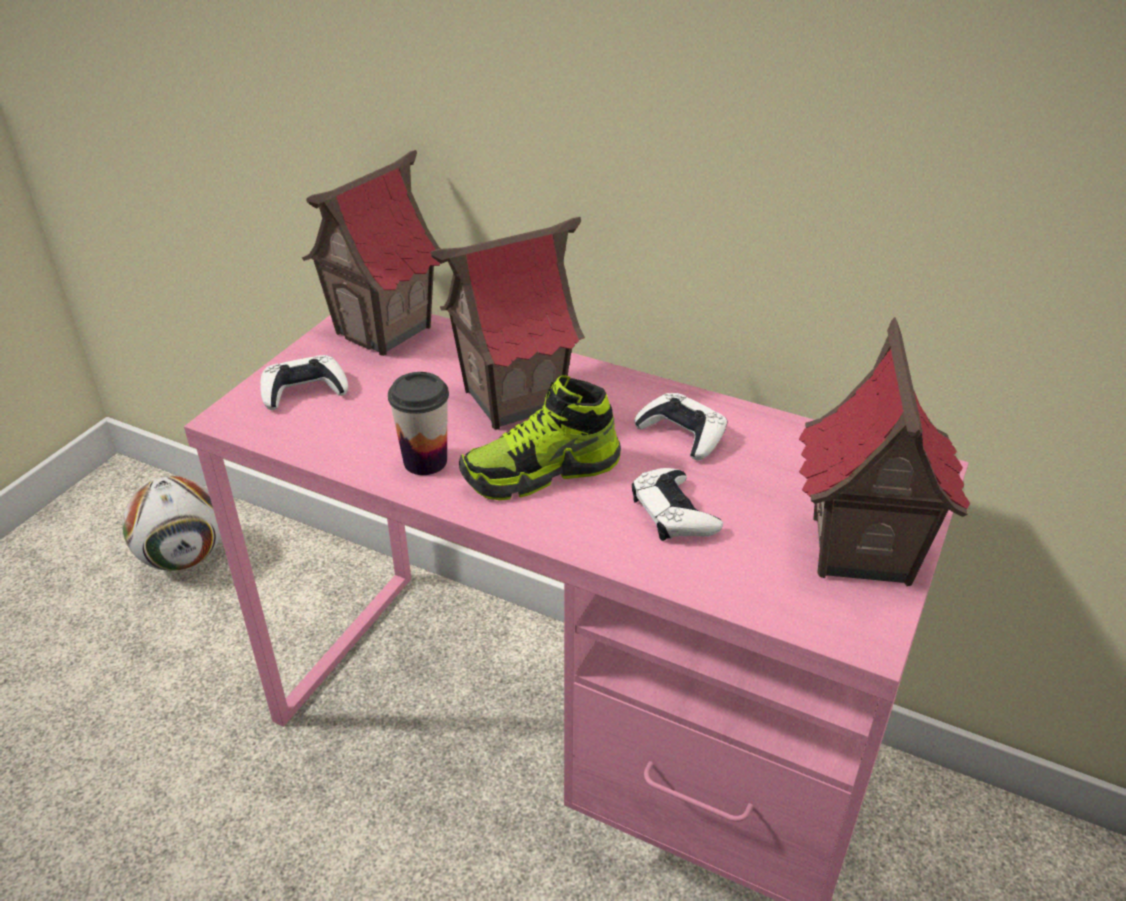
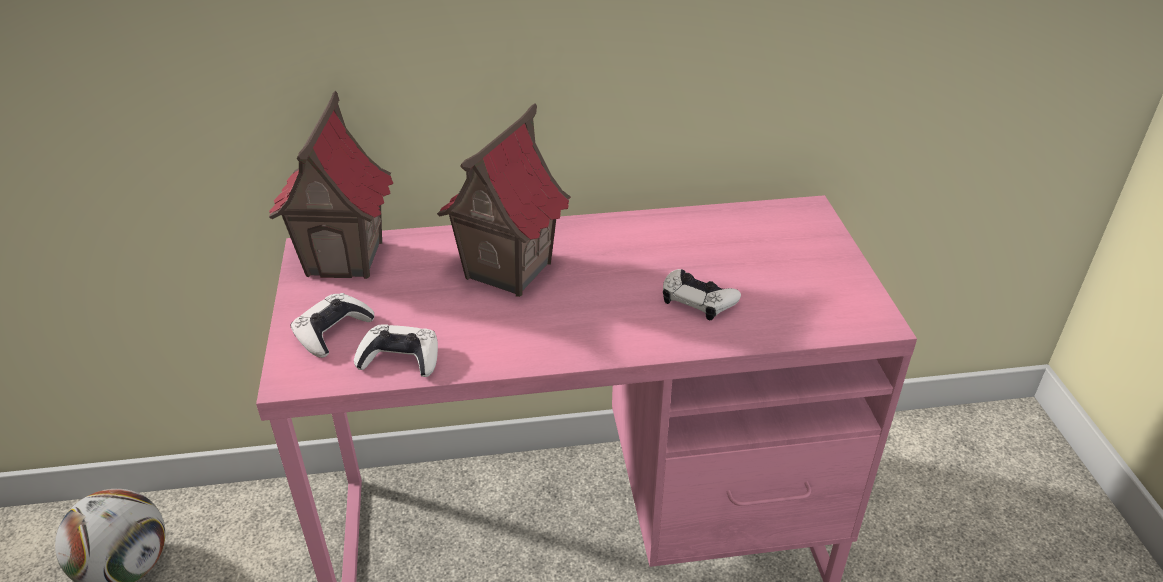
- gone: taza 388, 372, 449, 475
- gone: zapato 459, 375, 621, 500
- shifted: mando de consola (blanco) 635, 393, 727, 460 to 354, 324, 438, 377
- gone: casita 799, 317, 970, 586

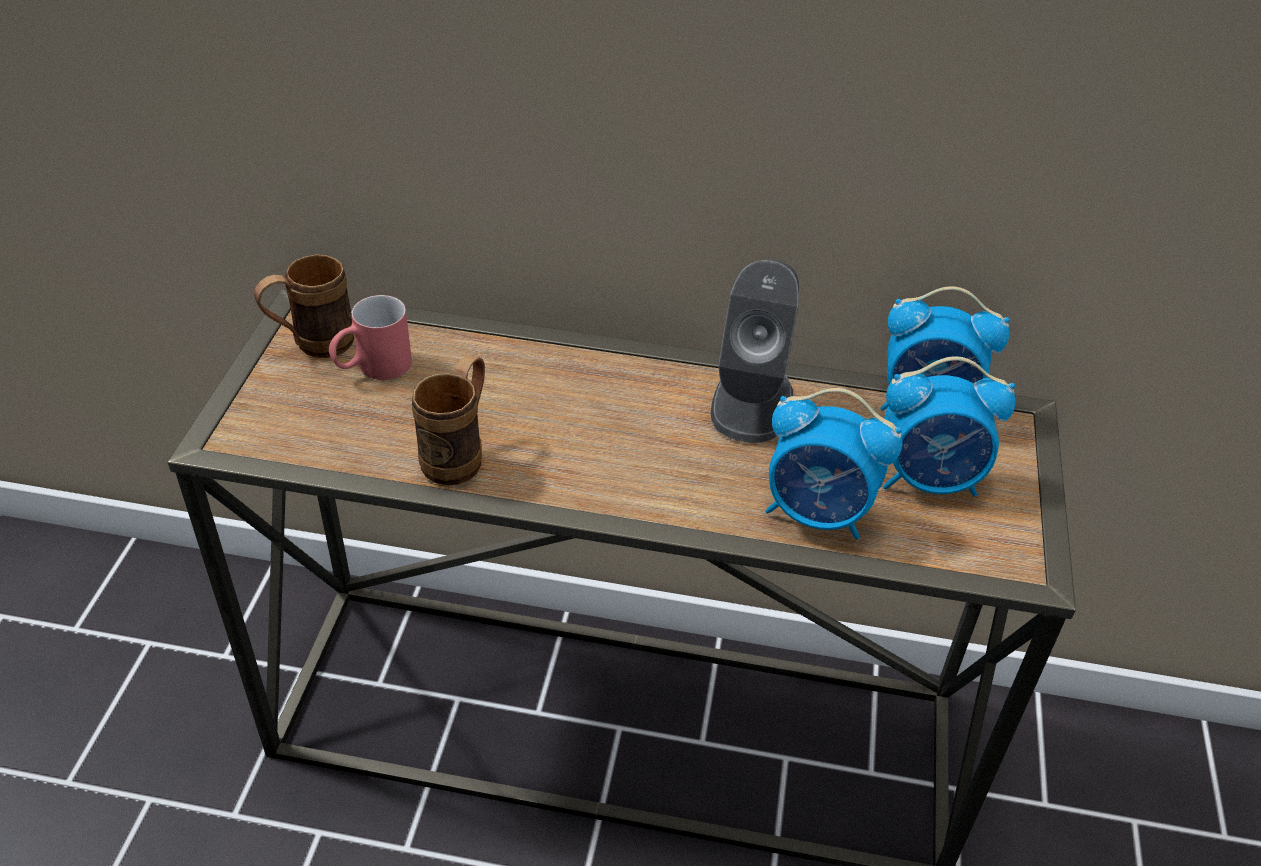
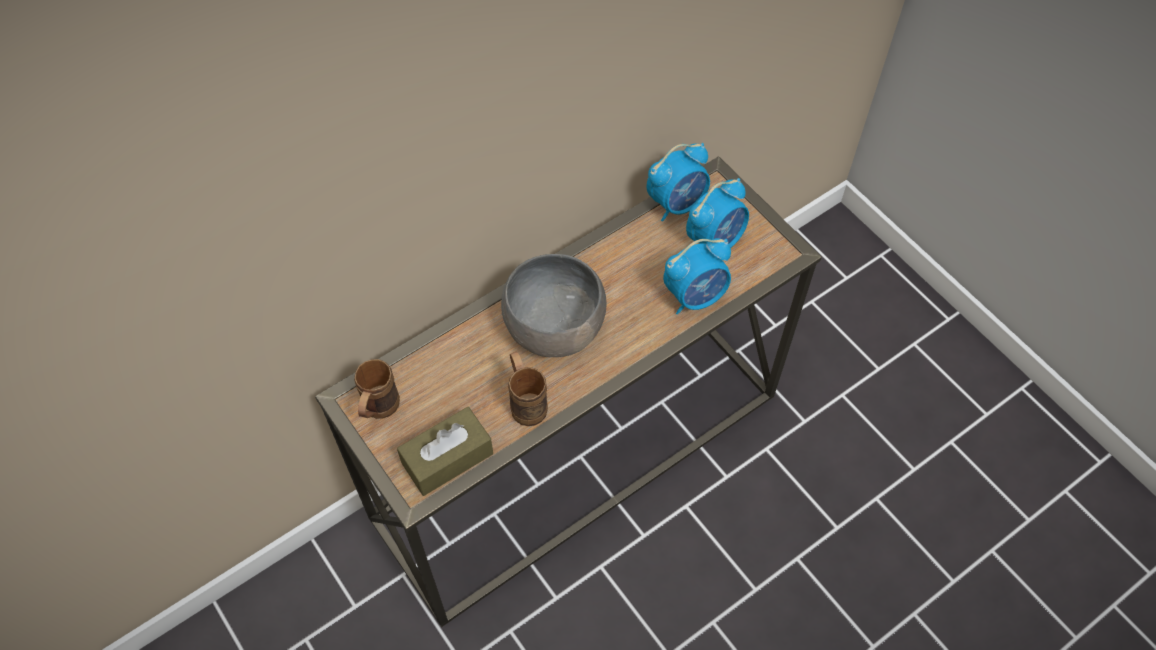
- gone: taza grande (rojo) 329, 295, 412, 380
- gone: altavoz (gris) 711, 260, 799, 443
- new: caja de pañuelos (marrón) 397, 407, 493, 496
- new: cuenco (gris) 501, 254, 606, 357

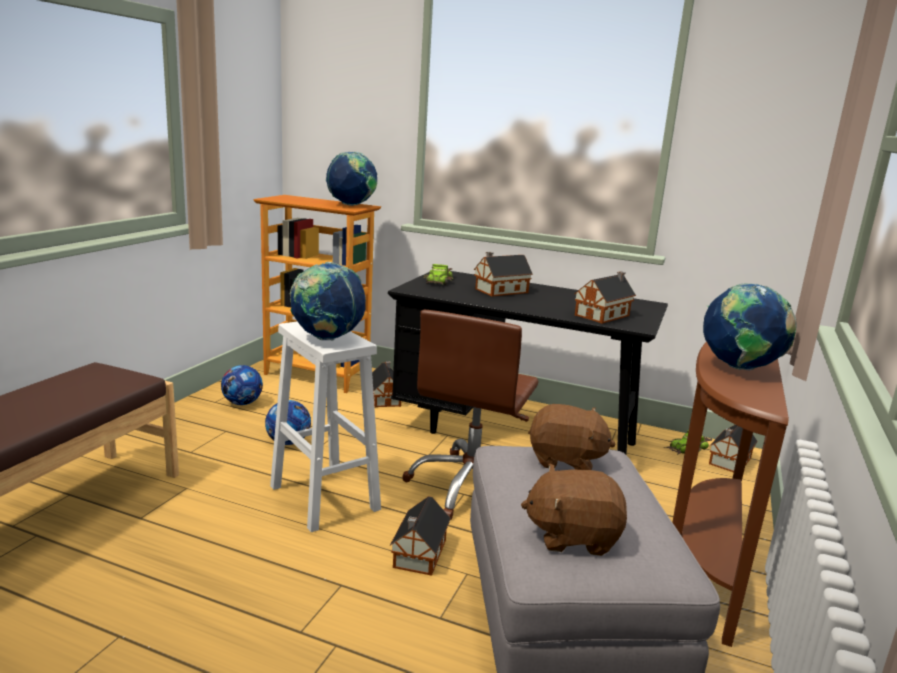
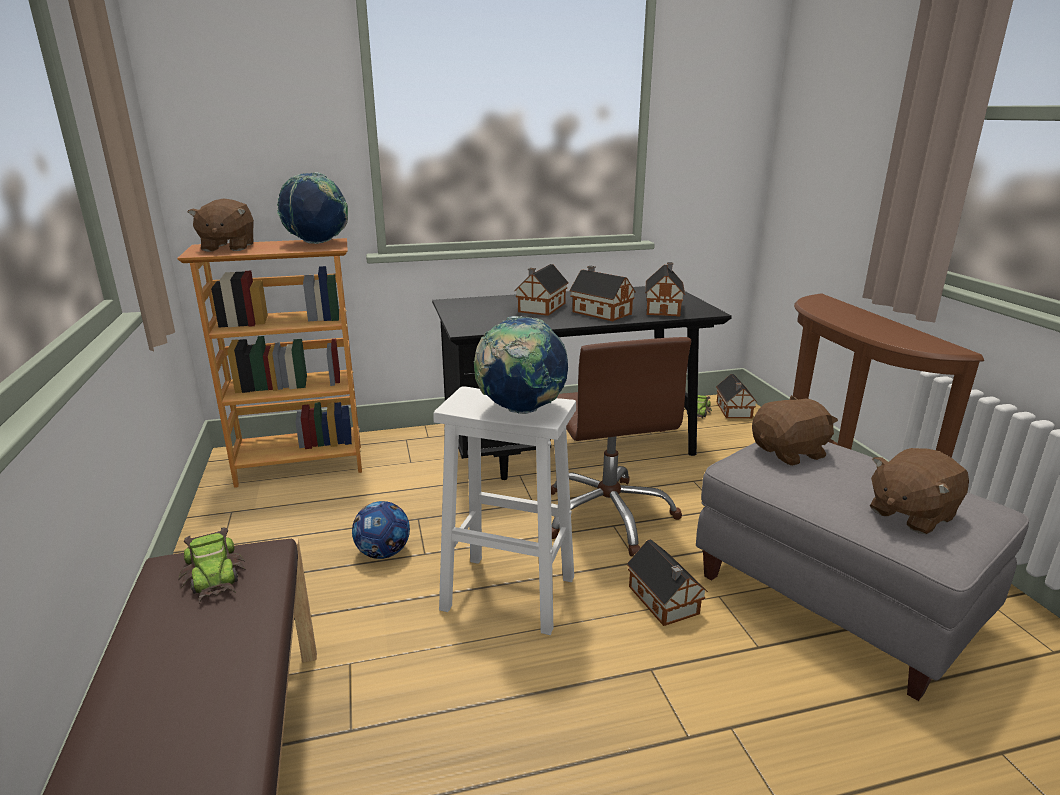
- gone: balón de fútbol 221, 365, 263, 405
- shifted: casita 372, 361, 401, 407 to 569, 266, 636, 321
- shifted: coche de juguete 422, 264, 453, 285 to 178, 528, 246, 603
- gone: globo terráqueo 703, 283, 797, 370
- new: peluche (marrón) 188, 198, 254, 252

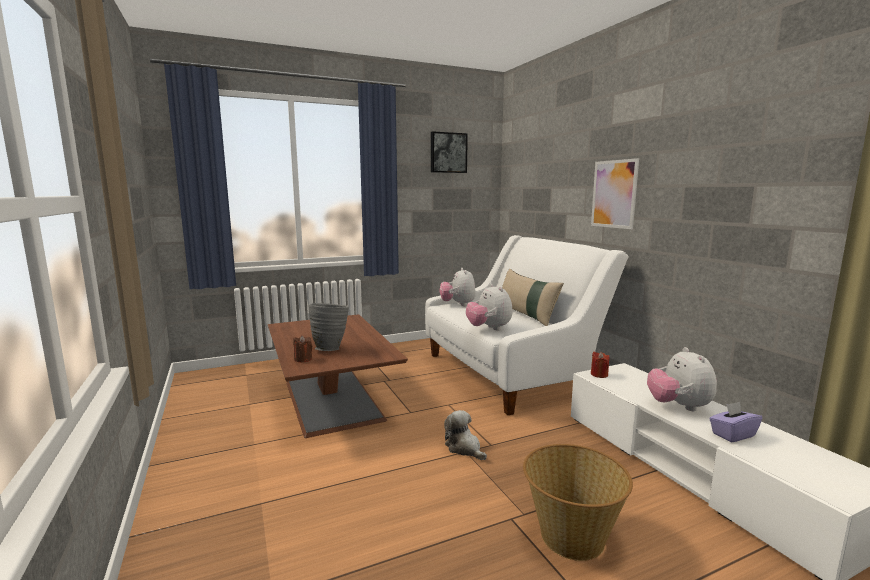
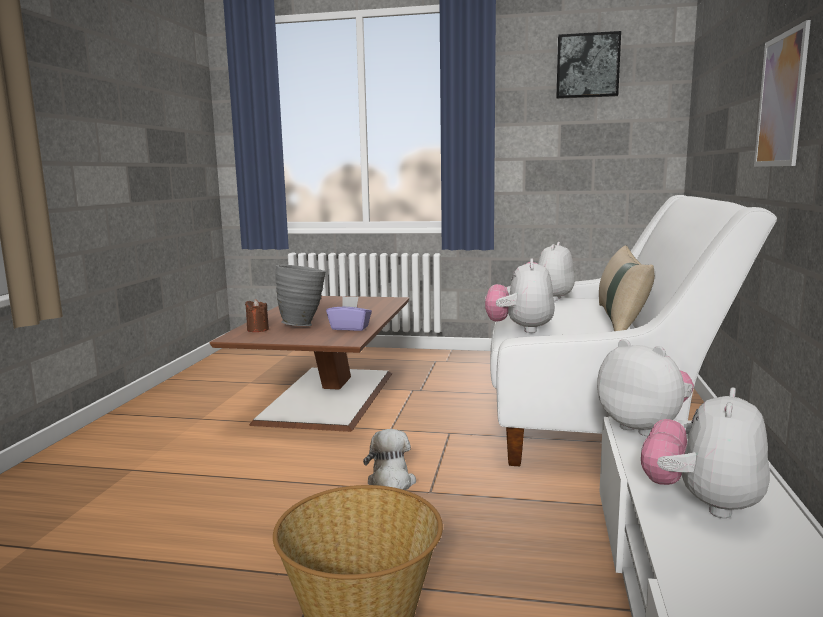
- swapped: vela (rojo) 591, 352, 609, 378 to peluche 597, 339, 694, 436
- shifted: caja de pañuelos (morado) 709, 402, 762, 442 to 326, 296, 372, 331

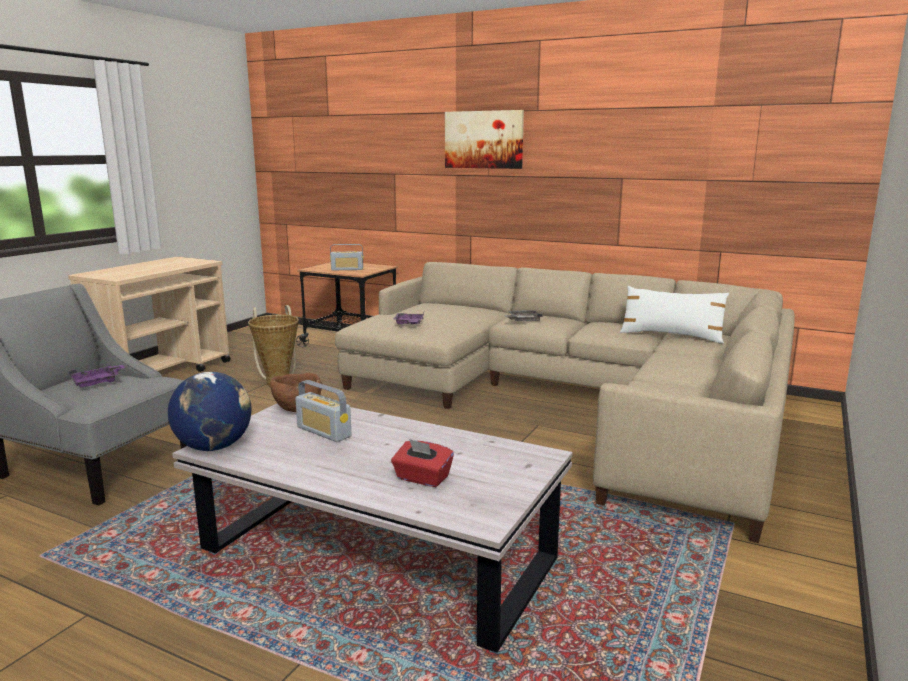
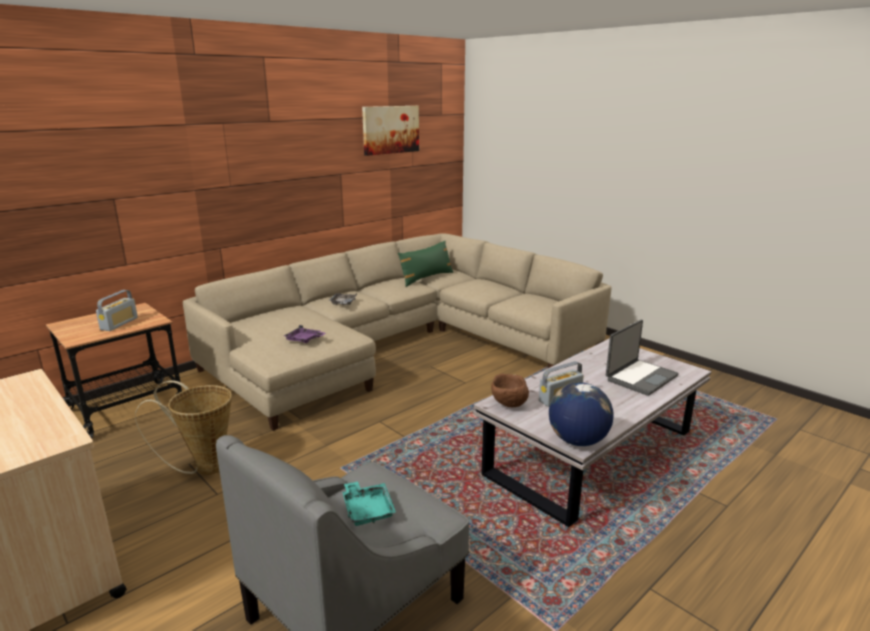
- repainted: bandeja (morado) 69, 365, 125, 387 to bandeja (turquesa) 342, 482, 396, 526
- swapped: caja de pañuelos (rojo) 391, 439, 454, 487 to portátil 606, 320, 679, 396
- shifted: cuadro 445, 110, 524, 169 to 362, 106, 419, 156
- repainted: cojín (blanco) 620, 286, 729, 344 to cojín (verde) 398, 241, 453, 287

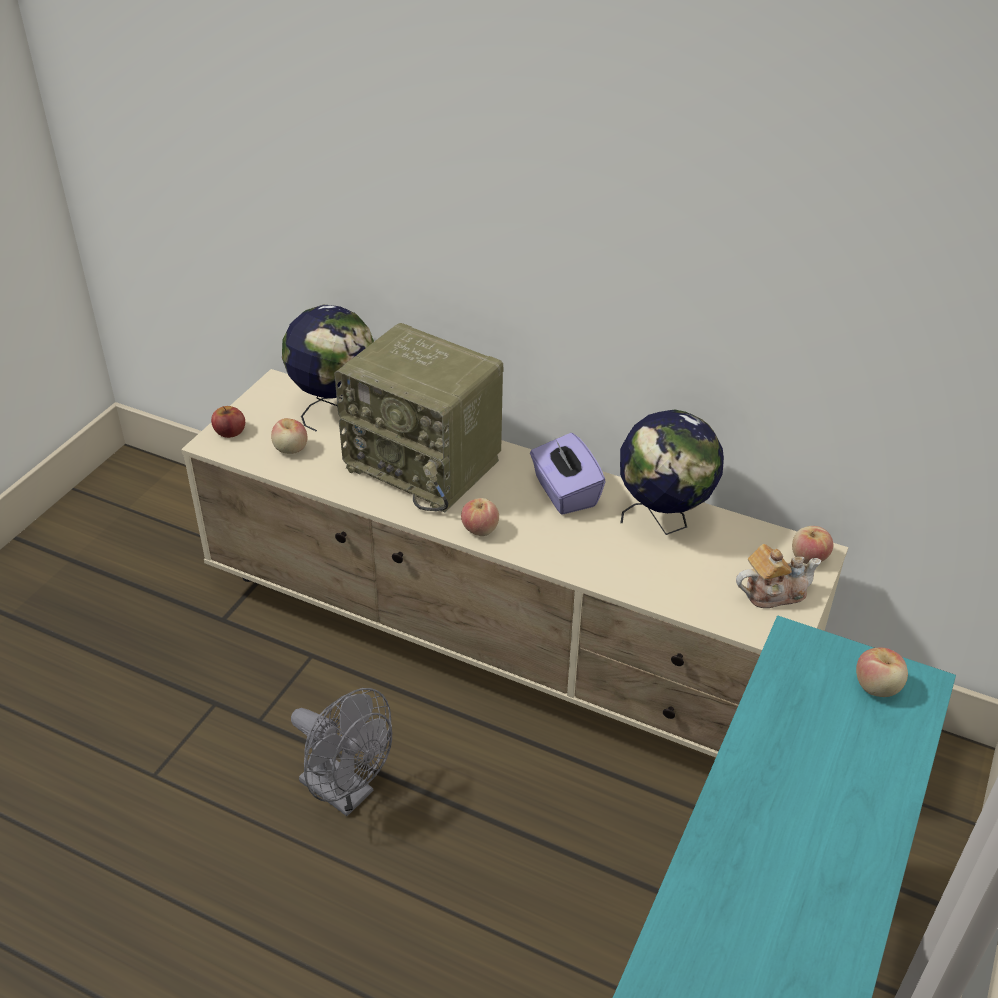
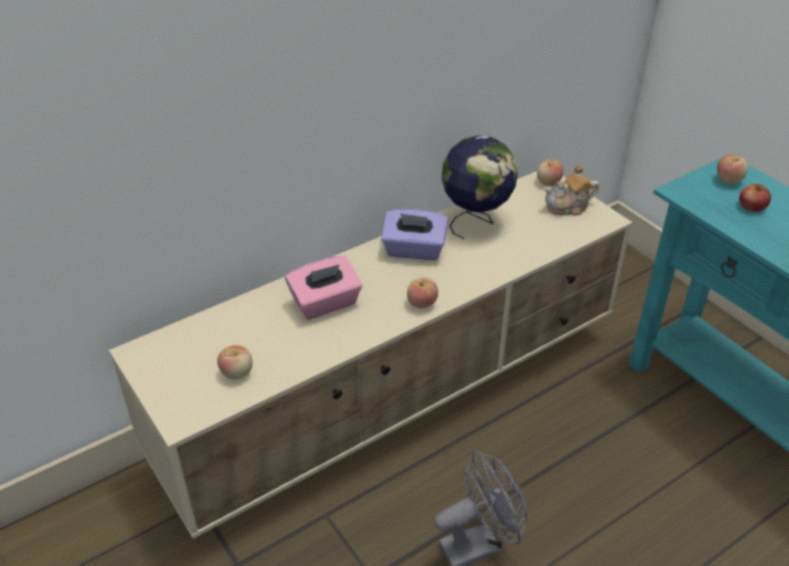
- shifted: manzana 211, 406, 245, 438 to 739, 184, 771, 212
- gone: globo terráqueo 282, 305, 374, 432
- swapped: radio 334, 323, 504, 513 to caja de pañuelos (rosa) 285, 256, 362, 319
- rotated: tetera 736, 544, 822, 608 = 544, 165, 599, 215 120 degrees counterclockwise

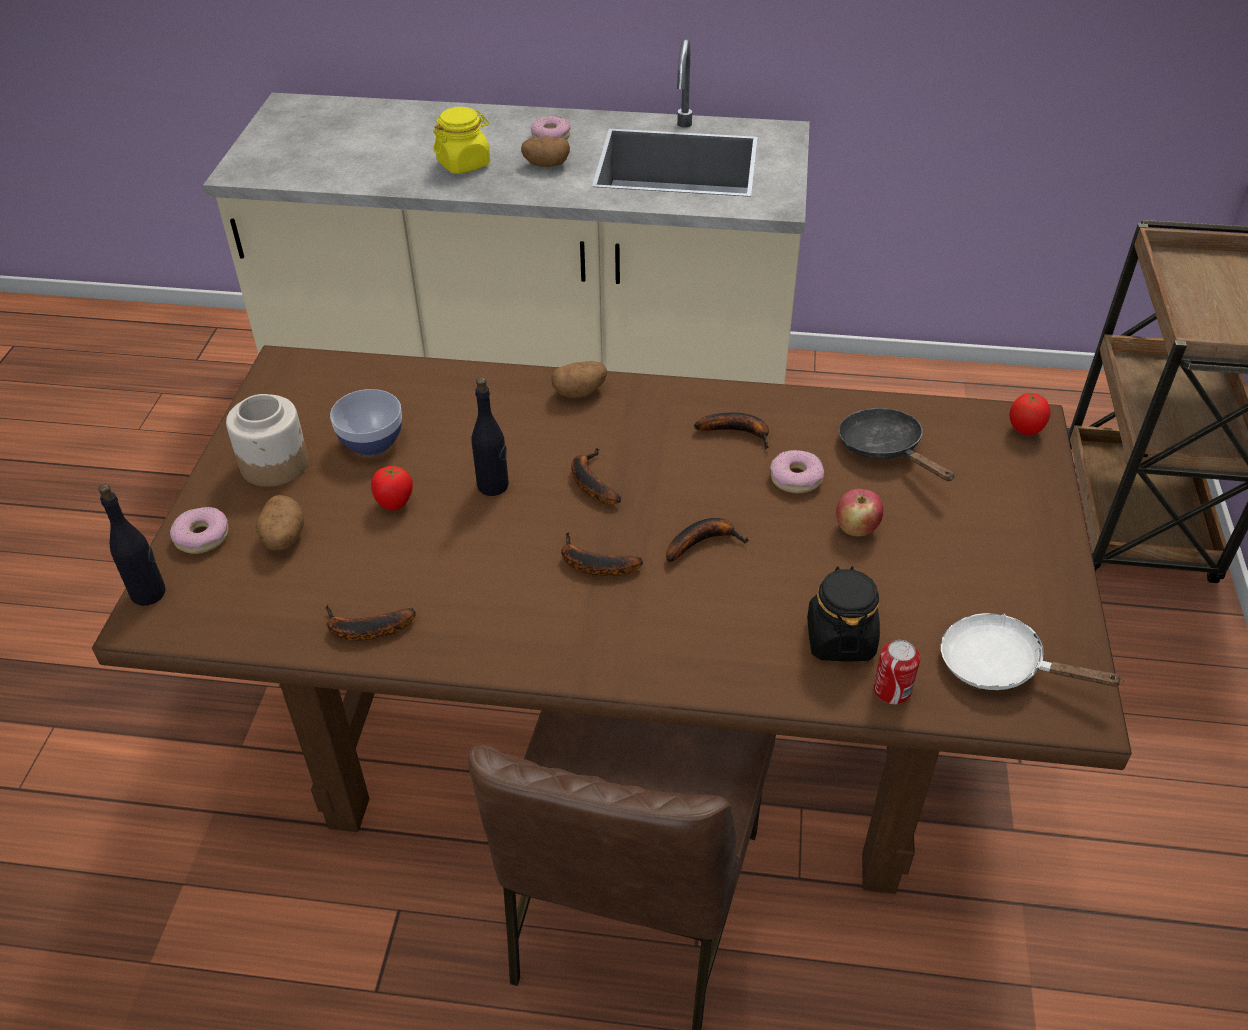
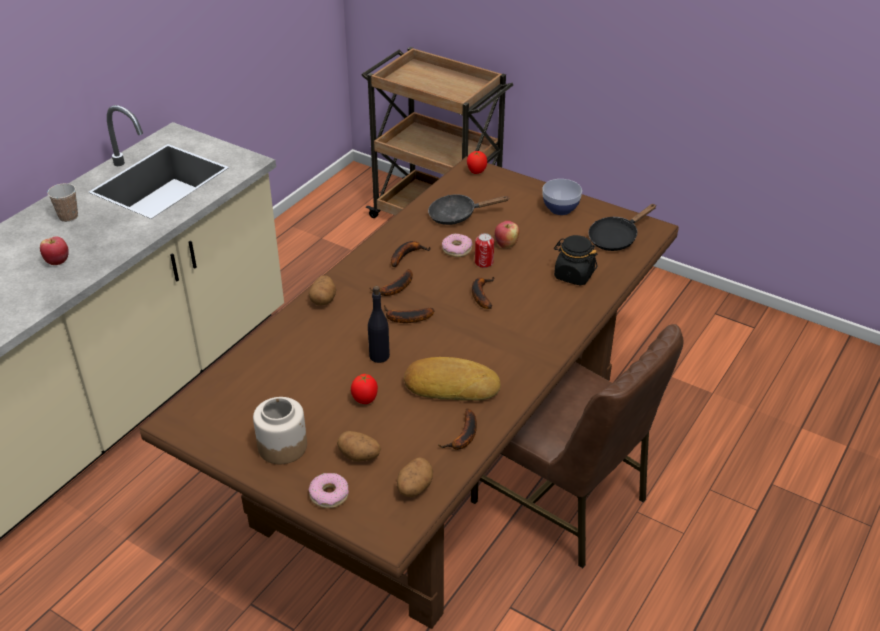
- gone: botella (negro) 98, 484, 166, 606
- shifted: cuenco 330, 389, 402, 456 to 543, 179, 582, 215
- swapped: tarro (amarillo) 433, 107, 490, 174 to manzana 40, 236, 69, 265
- shifted: patata 521, 136, 570, 167 to 397, 457, 433, 497
- swapped: rosquilla 531, 116, 571, 139 to taza 47, 183, 78, 222
- shifted: plátano 561, 532, 643, 576 to 369, 269, 413, 296
- shifted: lata 873, 640, 920, 704 to 475, 233, 494, 268
- repainted: sartén (blanco) 941, 613, 1124, 690 to sartén (negro) 588, 204, 656, 251
- new: pan 404, 357, 501, 401

